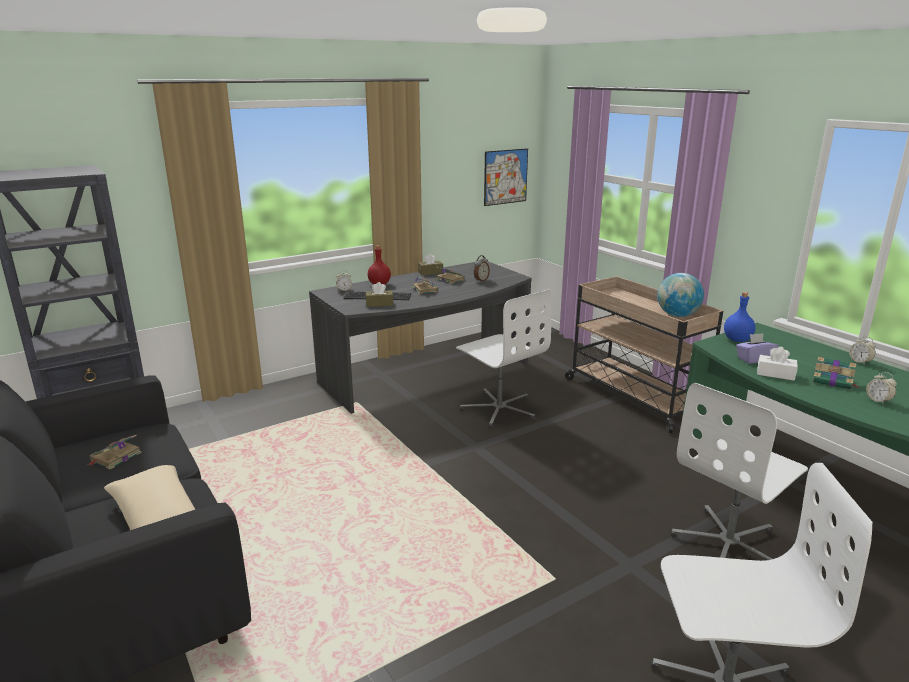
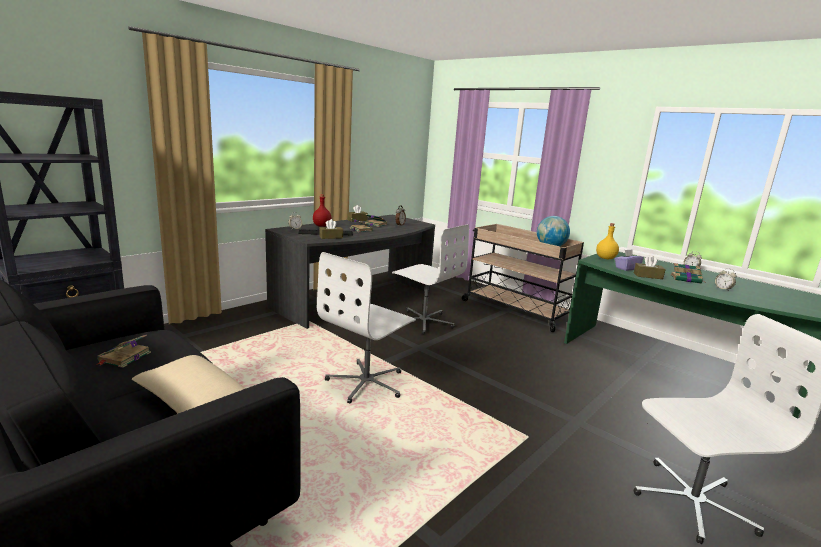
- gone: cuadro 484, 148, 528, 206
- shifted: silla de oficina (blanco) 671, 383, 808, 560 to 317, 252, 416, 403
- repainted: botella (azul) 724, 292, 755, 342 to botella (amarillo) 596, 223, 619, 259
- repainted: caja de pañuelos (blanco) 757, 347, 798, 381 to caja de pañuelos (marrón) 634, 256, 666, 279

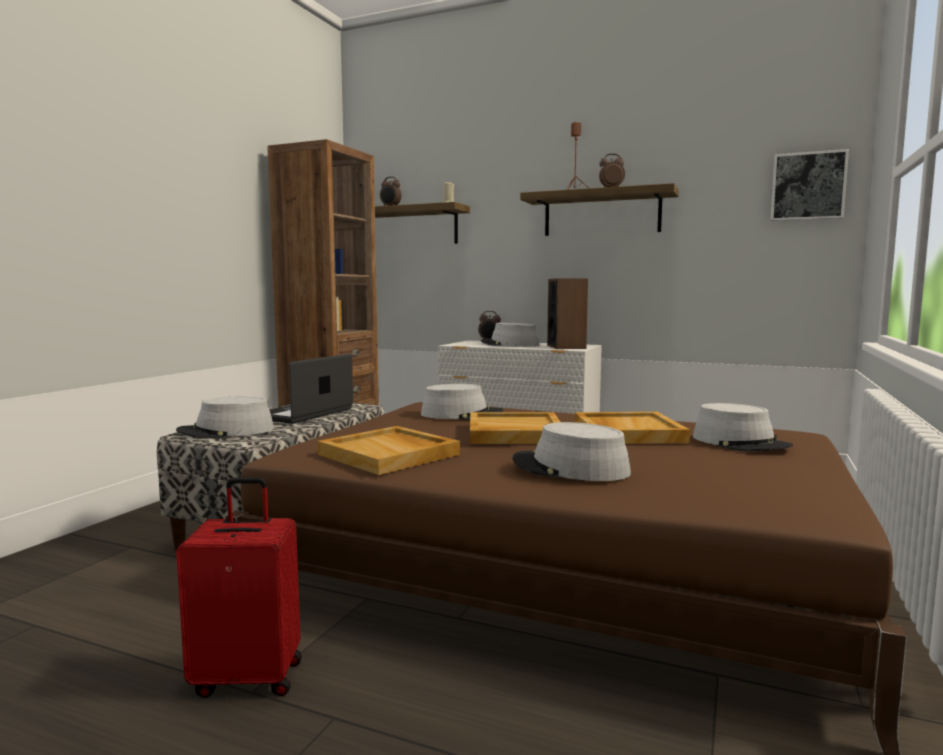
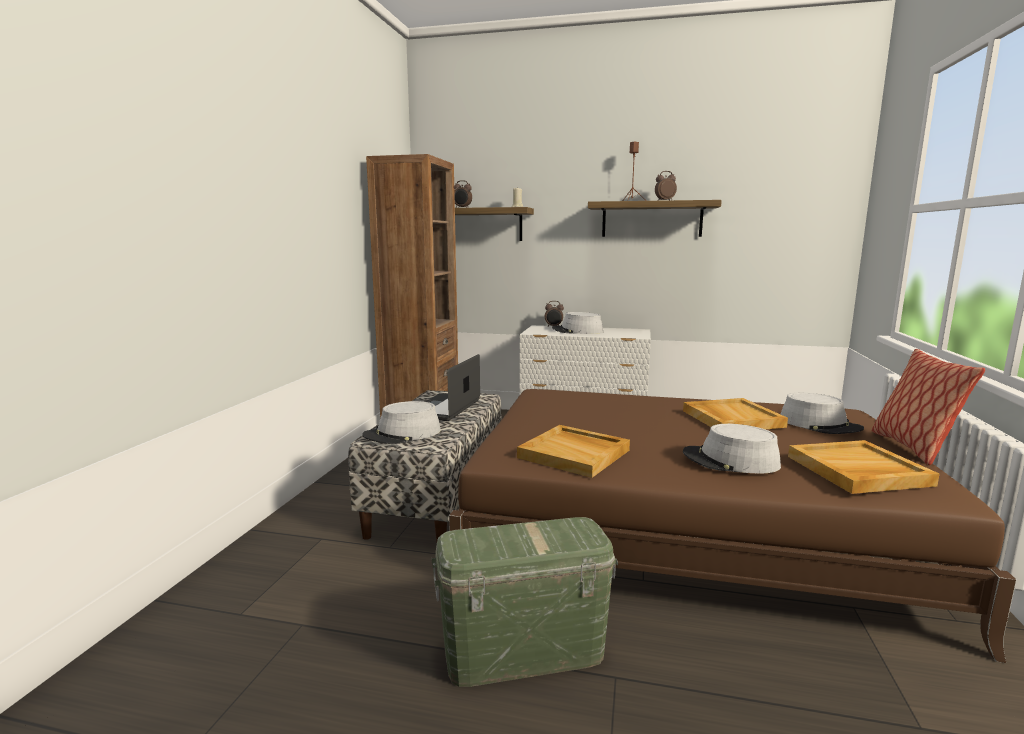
- swapped: maleta (rojo) 176, 477, 302, 698 to caja de almacenaje (verde) 431, 517, 618, 687
- gone: sombrero (gris) 421, 384, 503, 420
- shifted: bandeja (beis) 470, 412, 560, 444 to 788, 440, 940, 494
- gone: altavoz 547, 278, 588, 349
- gone: cuadro 770, 149, 849, 221
- new: cojín 872, 349, 985, 465

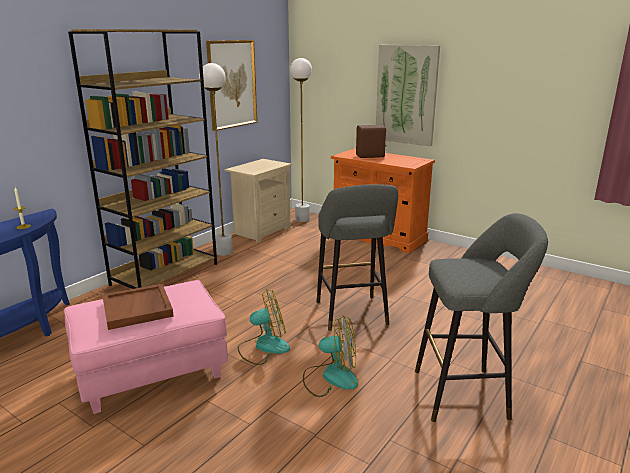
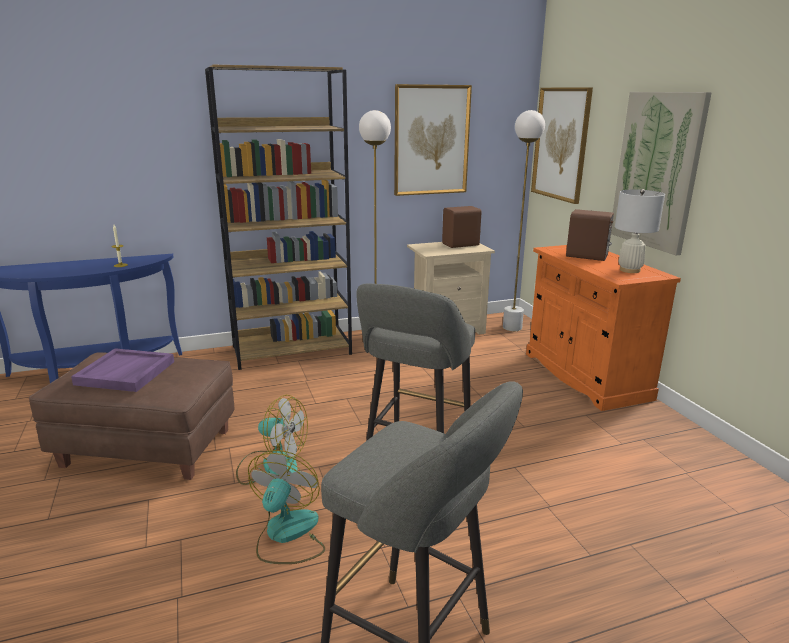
- repainted: puf (rosa) 64, 280, 228, 414 to puf (marrón) 29, 352, 234, 480
- repainted: bandeja (marrón) 102, 284, 174, 330 to bandeja (morado) 71, 348, 174, 392
- rotated: ventilador 303, 315, 358, 397 = 248, 450, 325, 564 120 degrees counterclockwise
- new: altavoz (marrón) 442, 206, 482, 248
- new: cuadro 531, 87, 593, 204
- new: lámpara de mesa (blanco) 615, 189, 665, 273

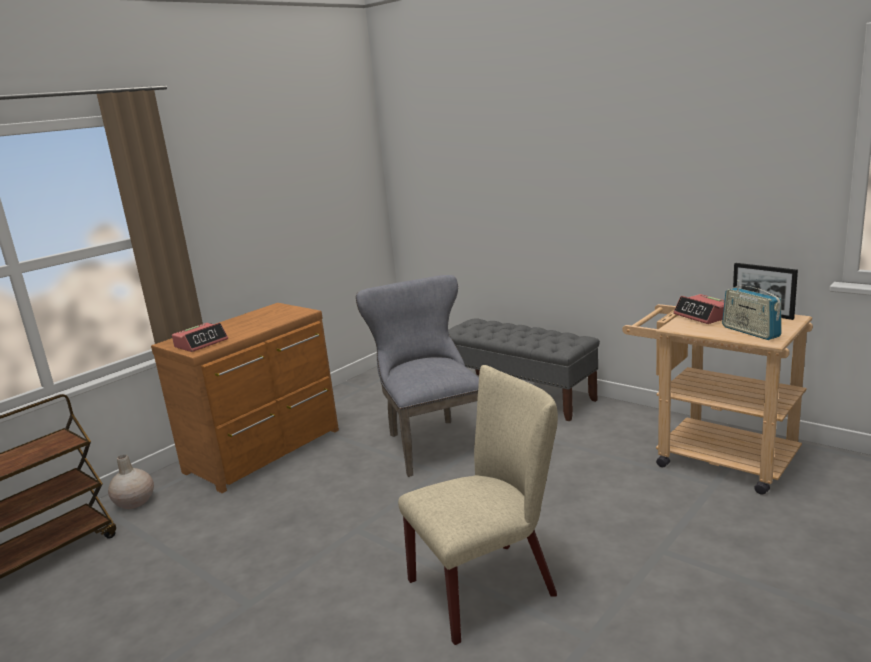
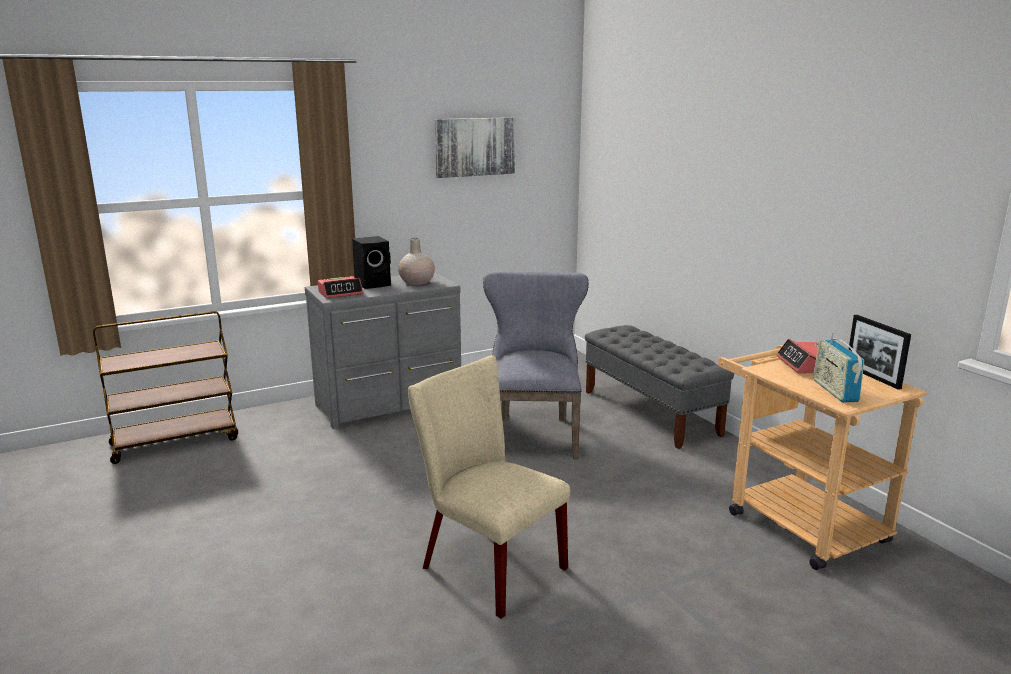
- shifted: florero (beis) 108, 455, 154, 509 to 398, 238, 435, 285
- repainted: cómoda (marrón) 151, 303, 339, 493 to cómoda (gris) 305, 272, 461, 429
- rotated: silla (beis) 398, 365, 558, 645 = 408, 355, 570, 619 135 degrees counterclockwise
- new: altavoz (negro) 352, 236, 391, 289
- new: cuadro 435, 117, 515, 178

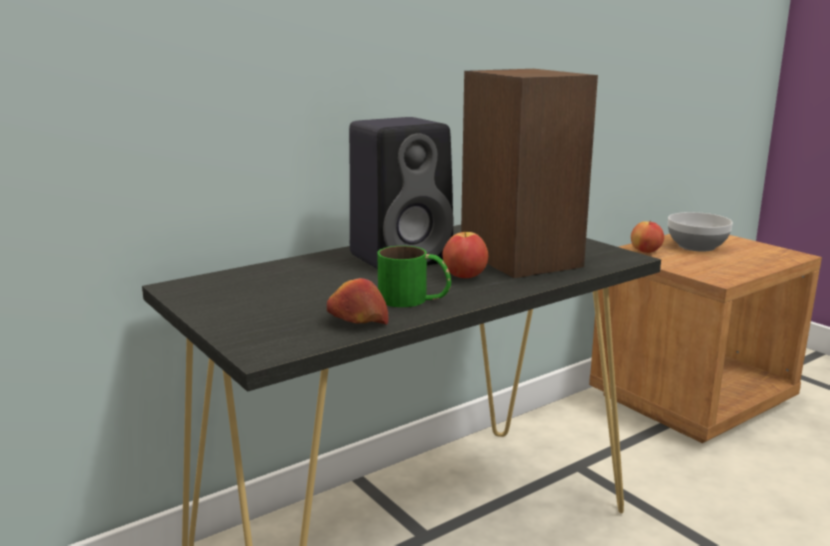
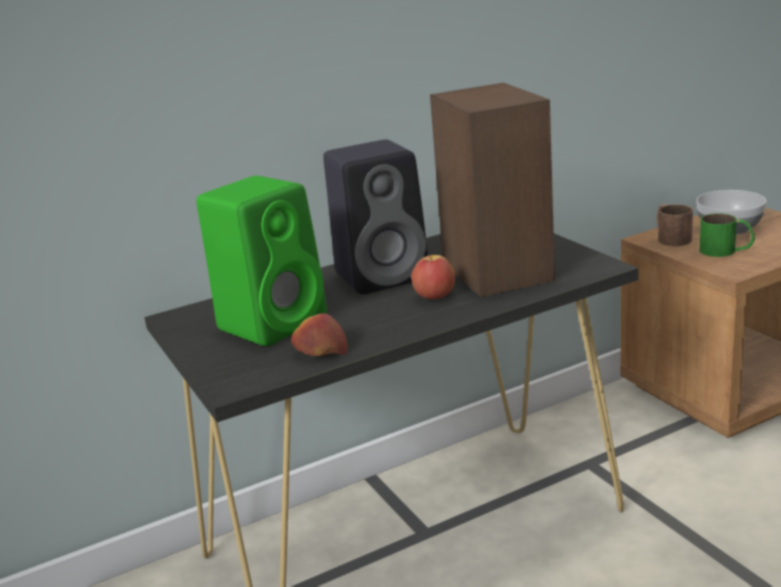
- shifted: taza grande (verde) 377, 246, 451, 307 to 700, 213, 755, 257
- swapped: manzana 631, 221, 664, 253 to taza grande (marrón) 656, 204, 693, 246
- new: altavoz (verde) 196, 176, 327, 346

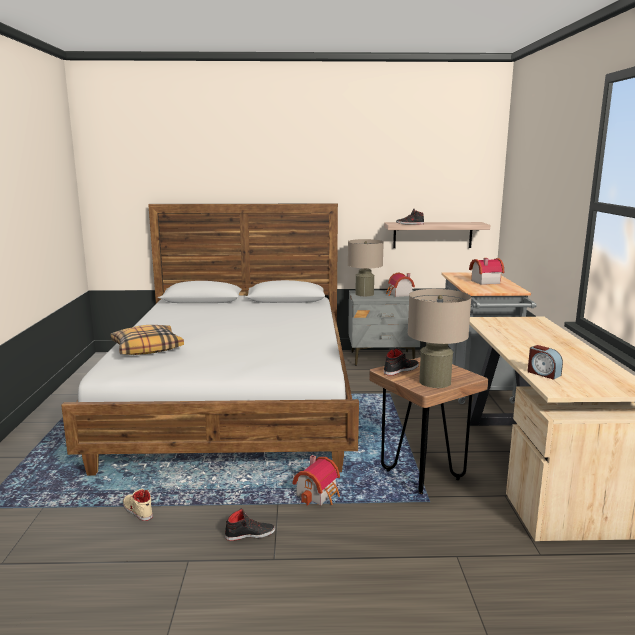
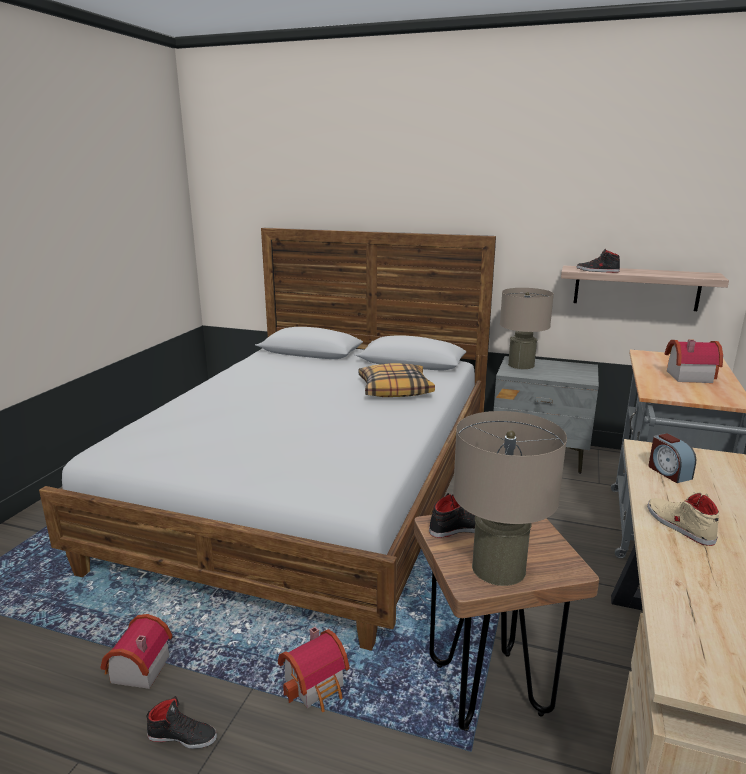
- shifted: cojín 110, 325, 184, 355 to 359, 363, 435, 397
- shifted: zapato (beis) 123, 489, 153, 521 to 647, 492, 719, 546
- shifted: casita 386, 272, 415, 297 to 101, 614, 173, 689
- shifted: despertador 528, 345, 563, 380 to 648, 433, 696, 483

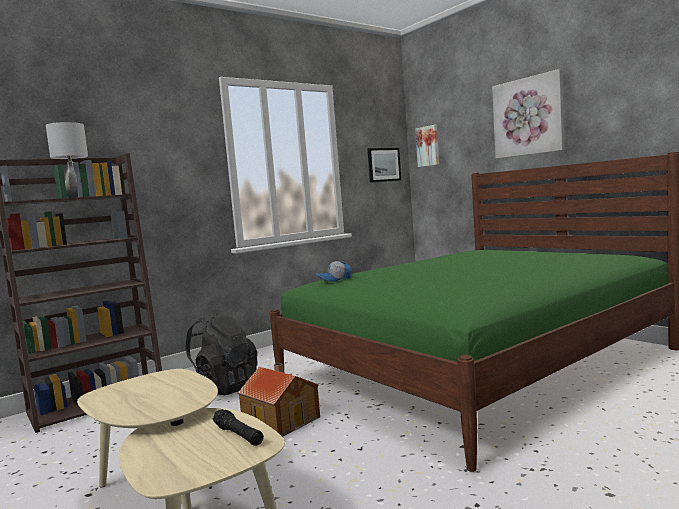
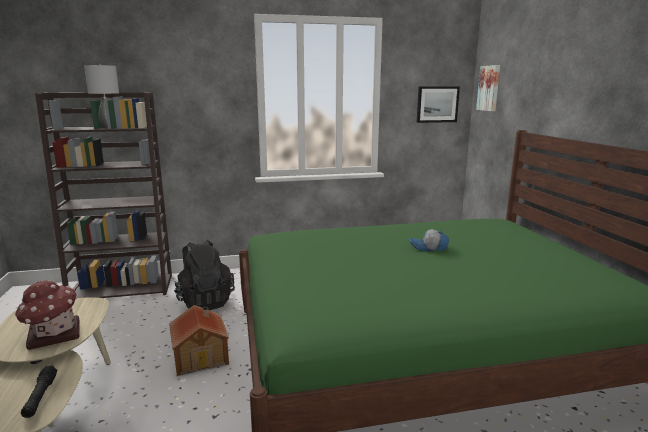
- shifted: gorra 315, 261, 352, 282 to 409, 229, 449, 252
- gone: cuadro 492, 69, 565, 159
- new: casita 15, 280, 79, 350

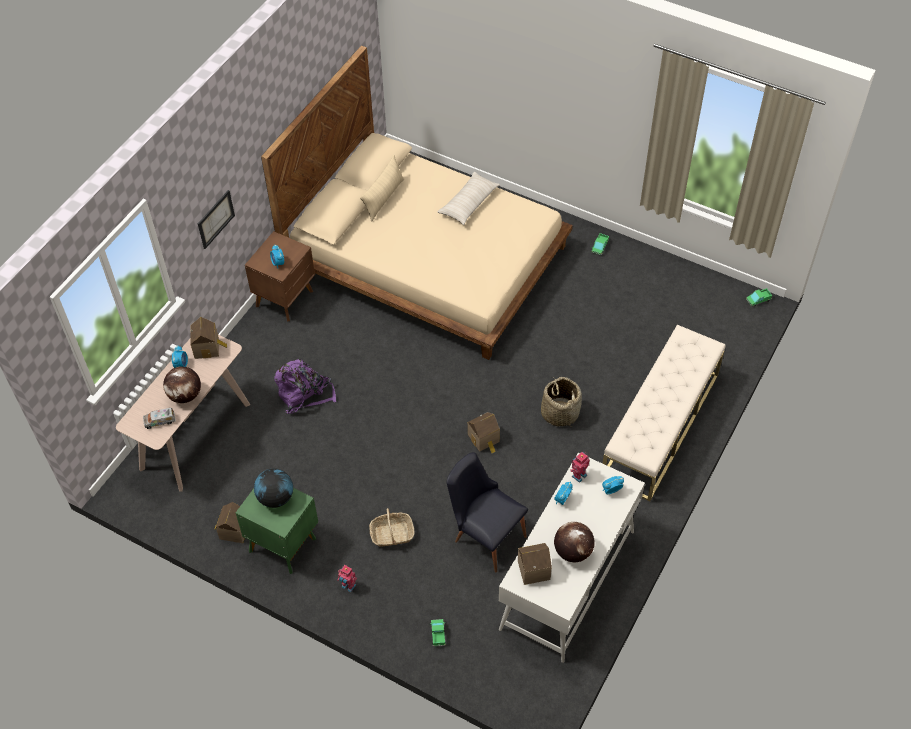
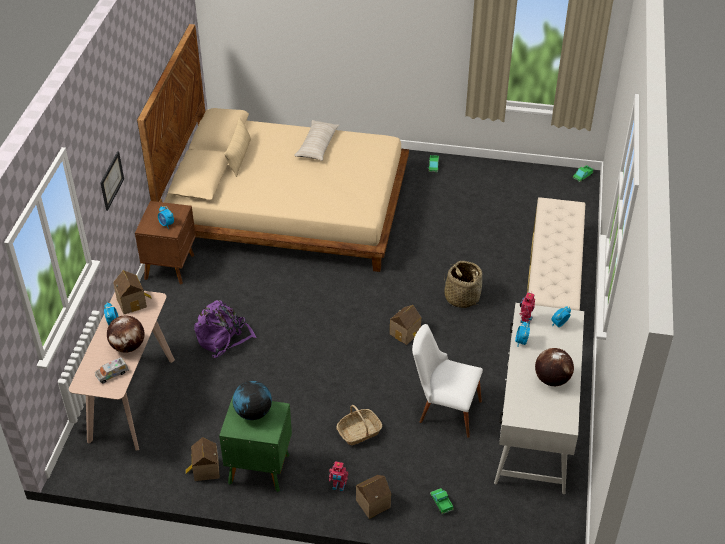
- repainted: silla (negro) 447, 452, 528, 572 to silla (blanco) 412, 324, 483, 438
- shifted: casita 518, 543, 552, 585 to 356, 475, 391, 519

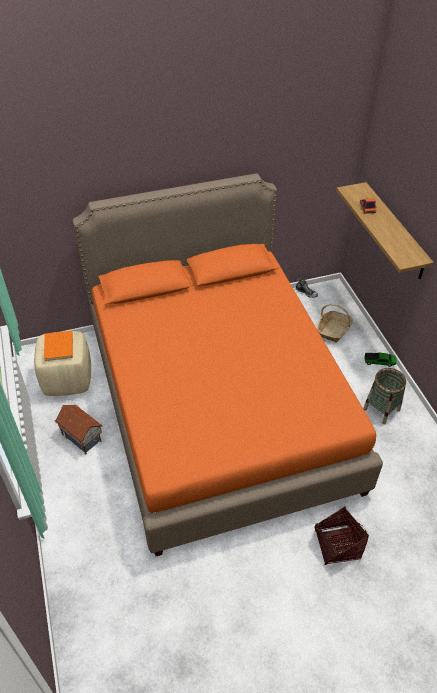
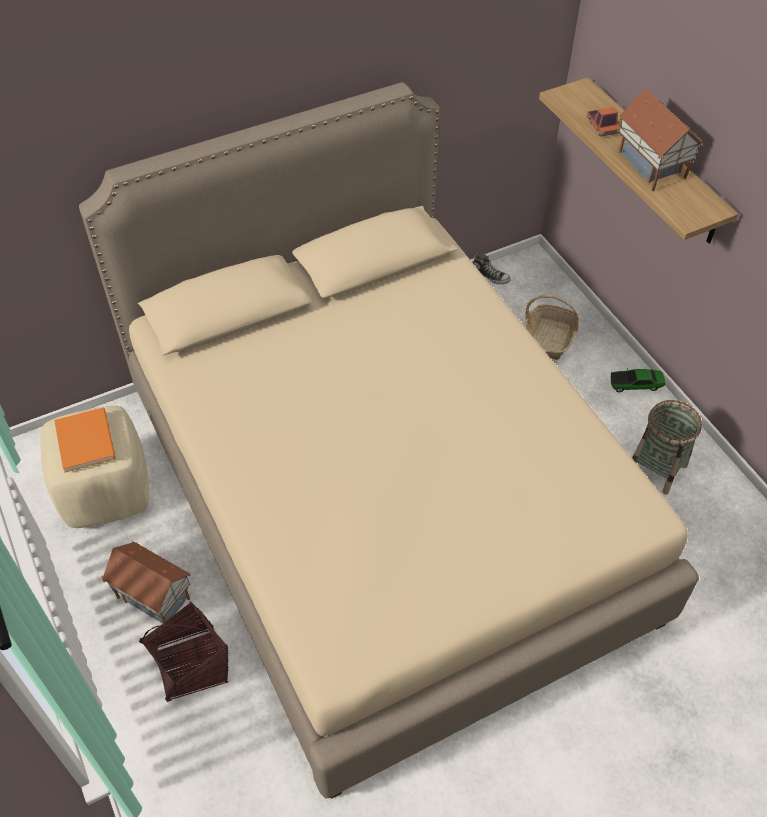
- repainted: cama (naranja) 73, 173, 383, 556 to cama (beis) 79, 82, 699, 799
- shifted: cesta 315, 506, 369, 565 to 139, 602, 229, 702
- new: casita 619, 89, 704, 191

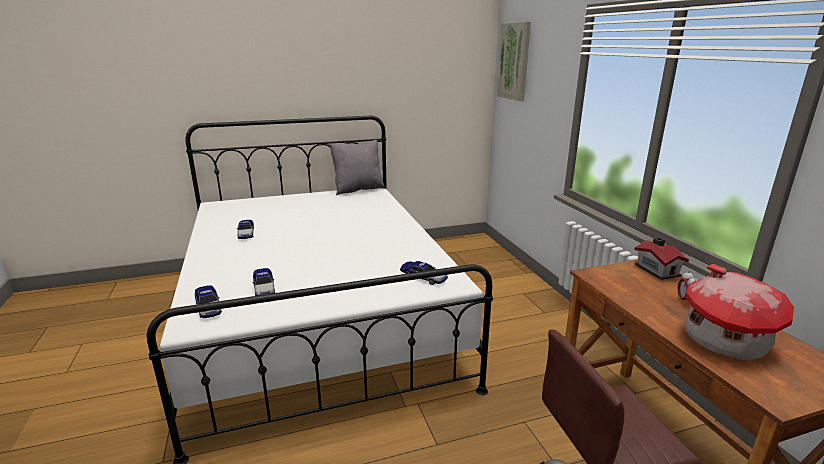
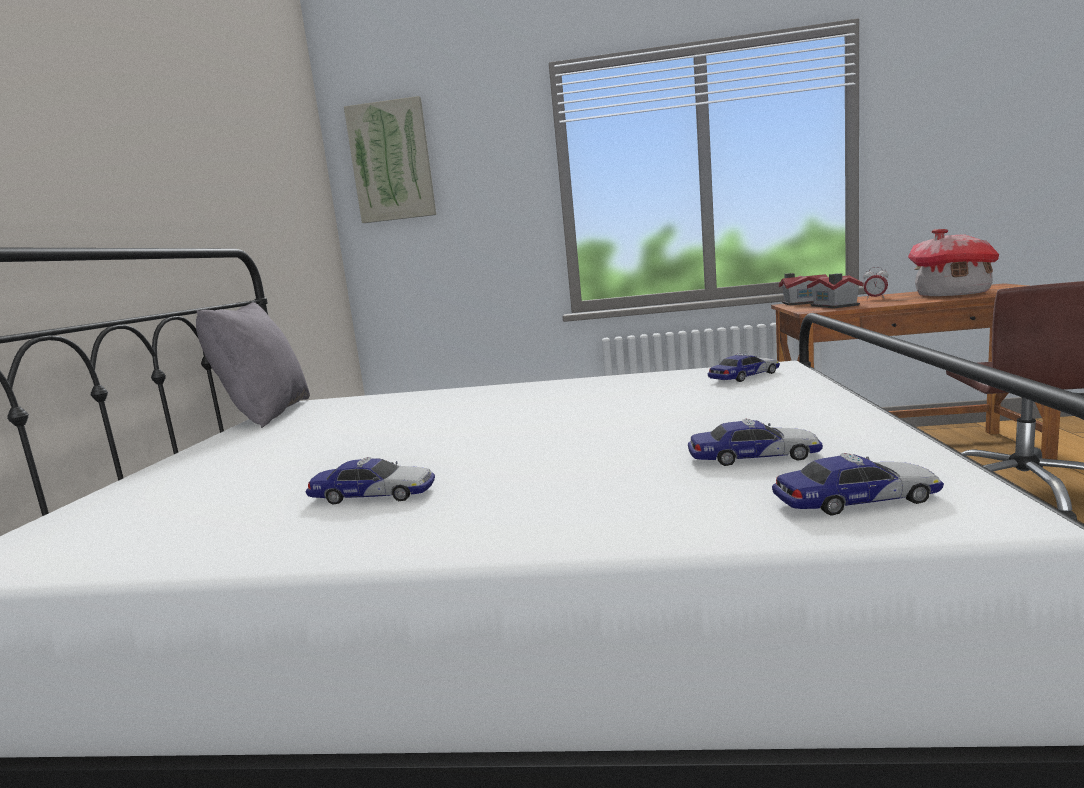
- new: casita 807, 274, 864, 308

